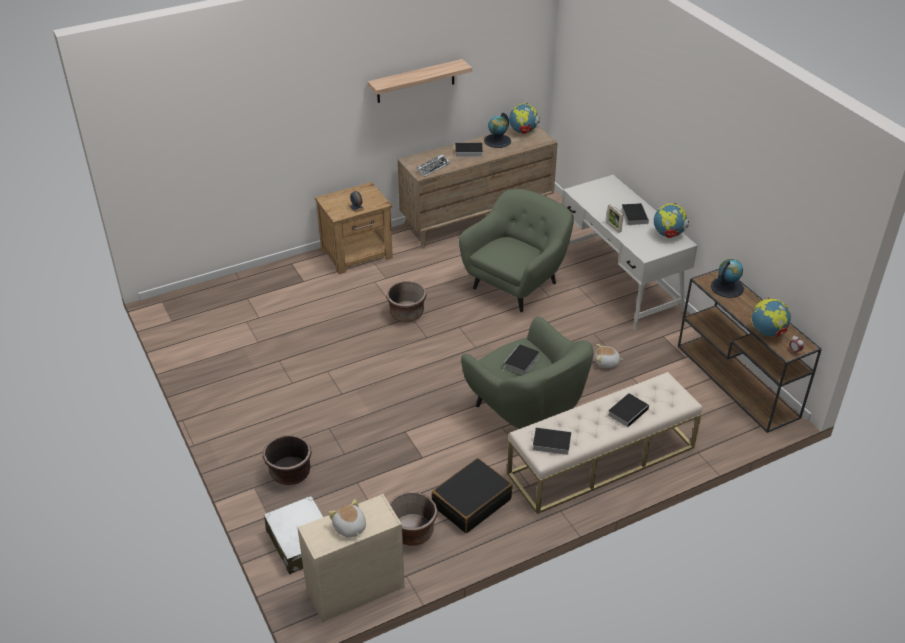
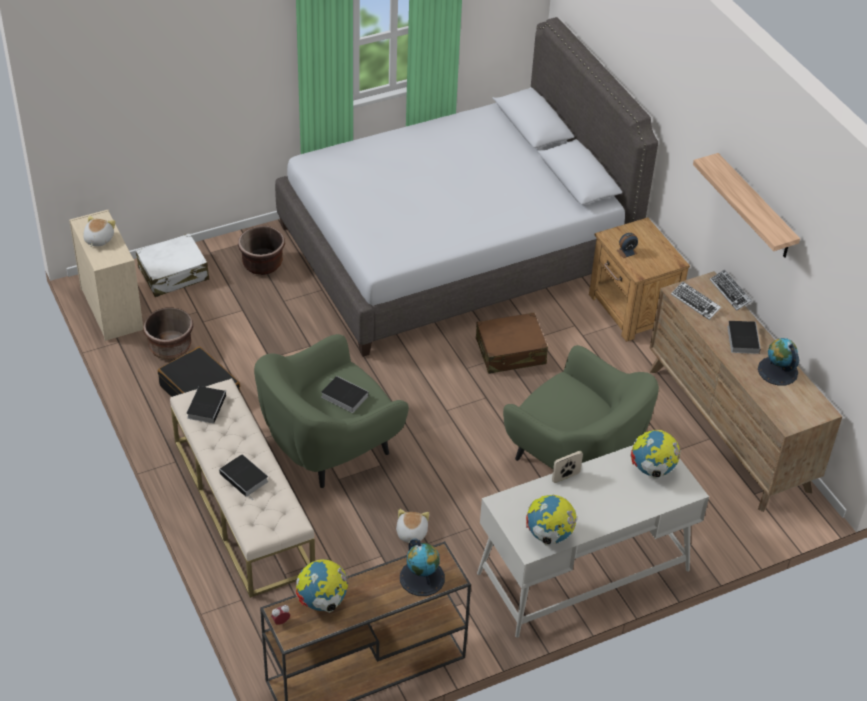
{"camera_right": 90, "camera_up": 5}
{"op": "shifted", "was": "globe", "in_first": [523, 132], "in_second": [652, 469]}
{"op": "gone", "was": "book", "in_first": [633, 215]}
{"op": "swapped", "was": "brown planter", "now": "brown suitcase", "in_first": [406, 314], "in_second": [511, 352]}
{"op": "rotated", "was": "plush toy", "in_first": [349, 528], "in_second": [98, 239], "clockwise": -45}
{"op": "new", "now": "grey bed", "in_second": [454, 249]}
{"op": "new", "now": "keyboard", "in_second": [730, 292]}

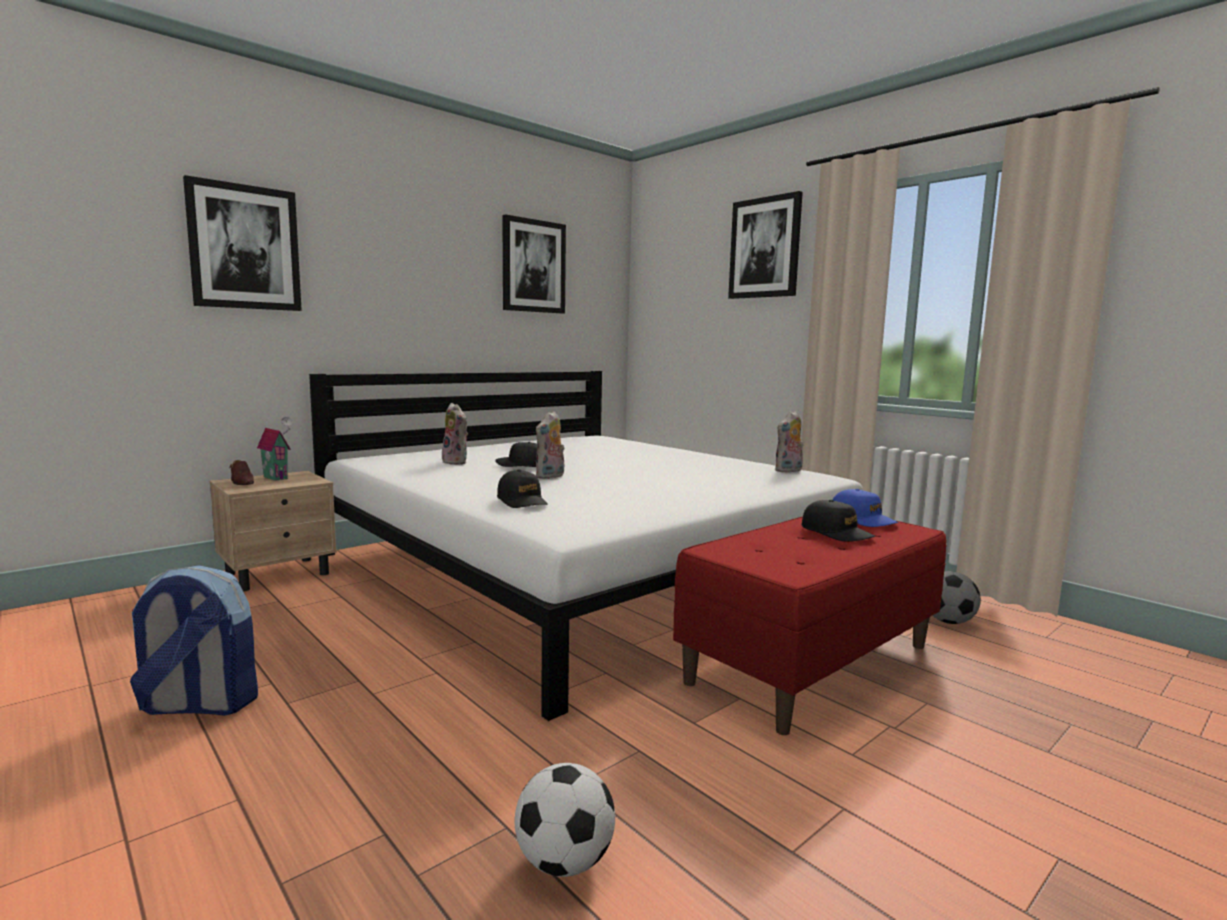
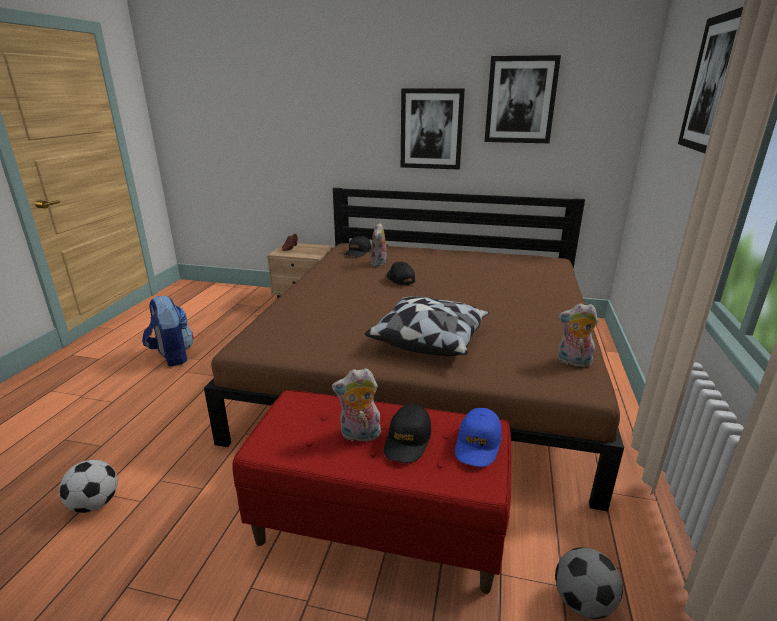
{"camera_right": 55, "camera_up": 15}
{"op": "shifted", "was": "picture", "in_first": [244, 247], "in_second": [431, 129]}
{"op": "repainted", "was": "white bed", "now": "brown bed", "in_first": [582, 568], "in_second": [428, 366]}
{"op": "shifted", "was": "plush toy", "in_first": [550, 476], "in_second": [359, 436]}
{"op": "gone", "was": "toy house", "in_first": [277, 477]}
{"op": "shifted", "was": "black cap", "in_first": [522, 501], "in_second": [358, 252]}
{"op": "new", "now": "pillow", "in_second": [429, 339]}

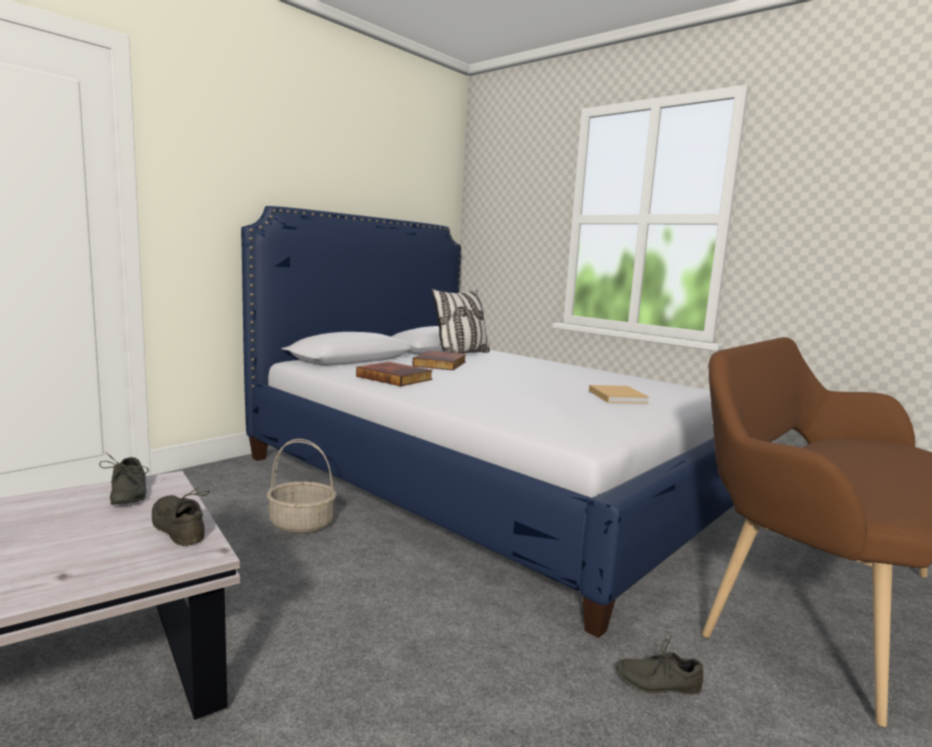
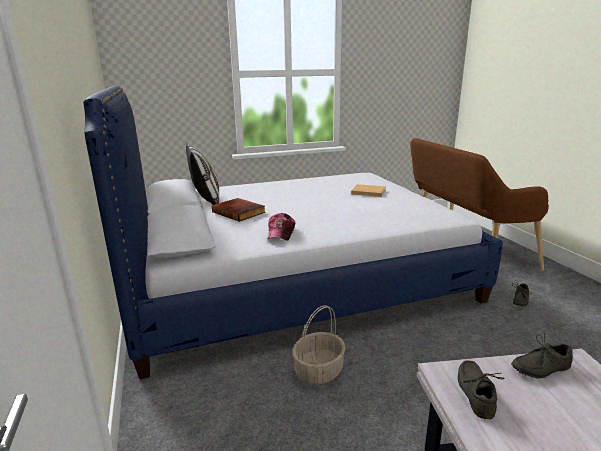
{"camera_right": -60, "camera_up": 10}
{"op": "swapped", "was": "book", "now": "cap", "in_first": [395, 378], "in_second": [281, 233]}
{"op": "rotated", "was": "grey shoe", "in_first": [125, 495], "in_second": [477, 393], "clockwise": -90}

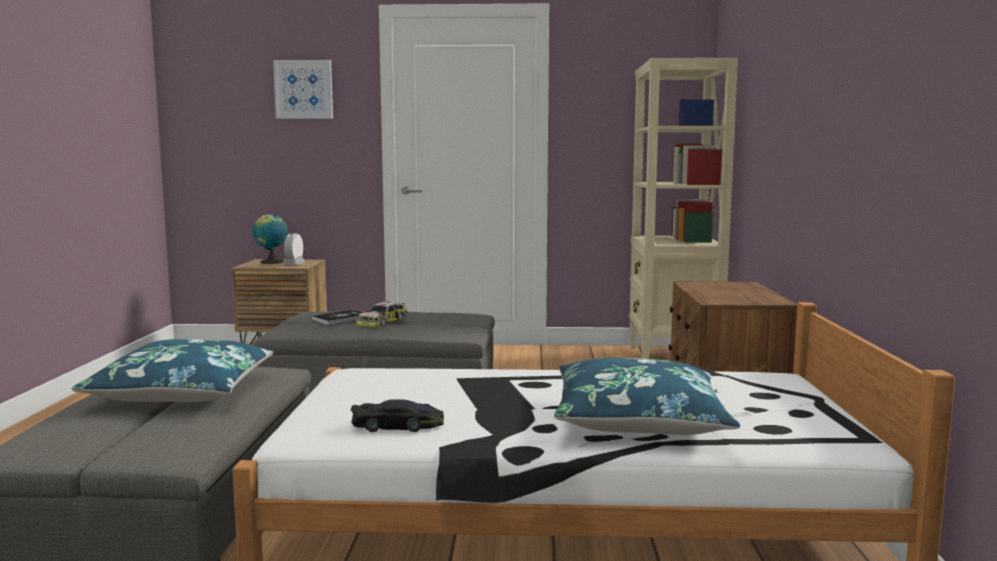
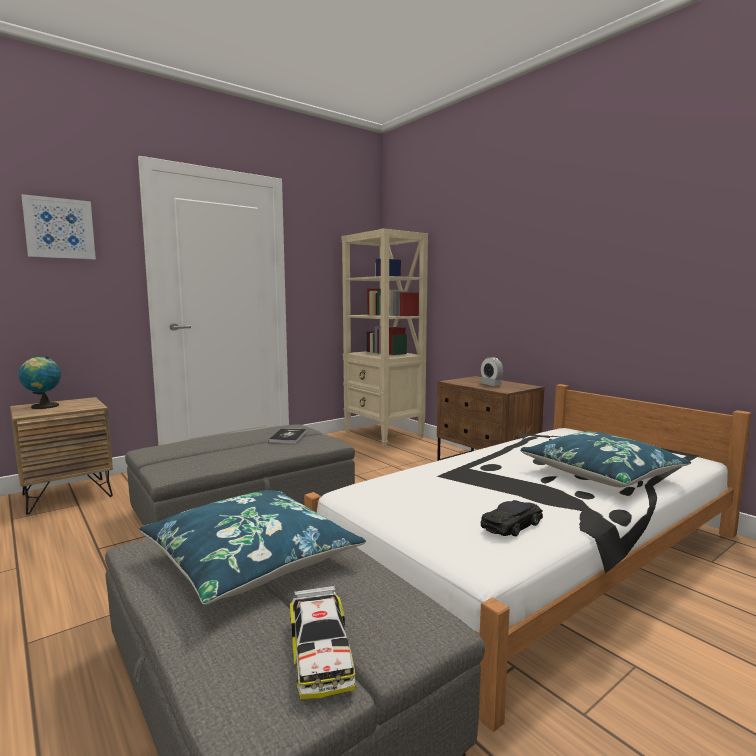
{"camera_right": -40, "camera_up": 0}
{"op": "shifted", "was": "alarm clock", "in_first": [294, 264], "in_second": [491, 384]}
{"op": "shifted", "was": "toy car", "in_first": [381, 322], "in_second": [320, 652]}
{"op": "shifted", "was": "book", "in_first": [341, 318], "in_second": [288, 437]}

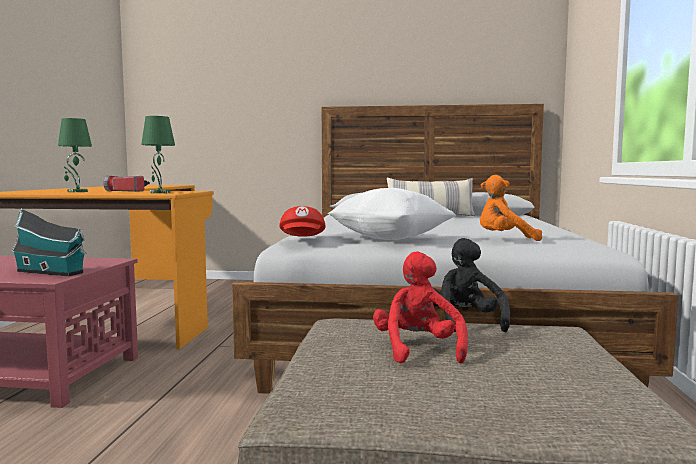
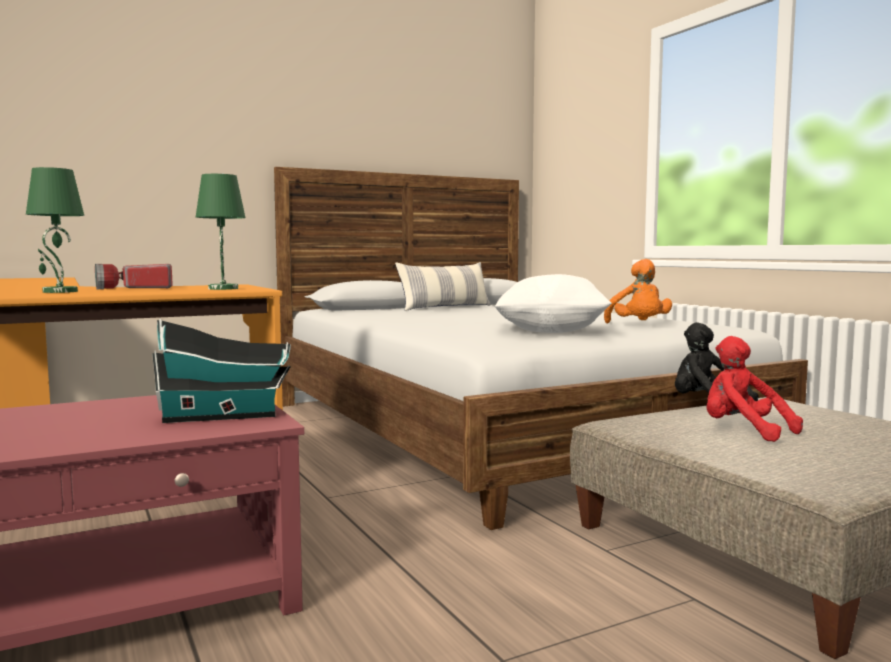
{"camera_right": -35, "camera_up": 0}
{"op": "rotated", "was": "orange plush toy", "in_first": [505, 240], "in_second": [639, 325], "clockwise": -75}
{"op": "gone", "was": "red cap", "in_first": [303, 239]}

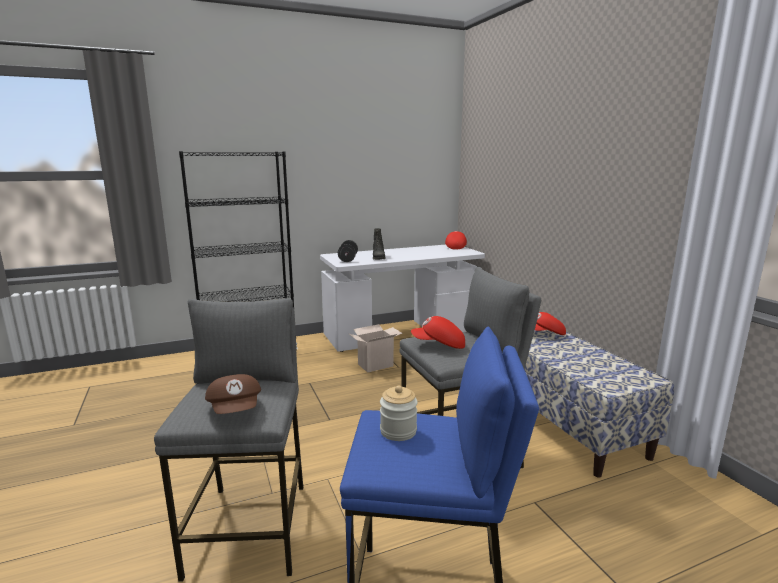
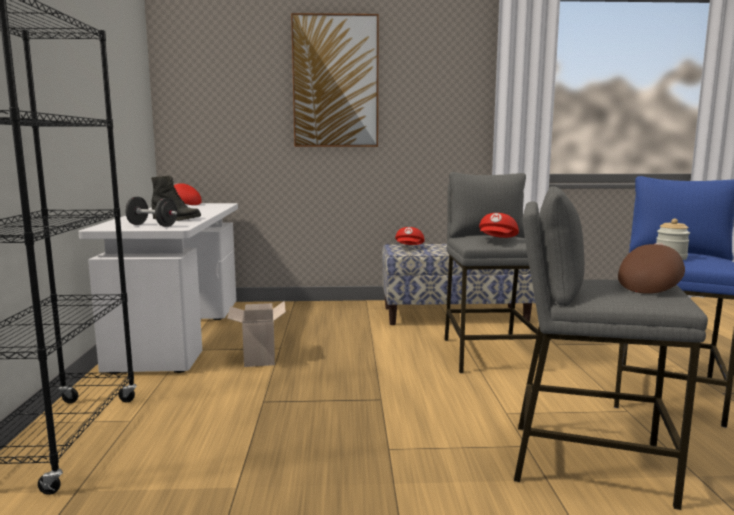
{"camera_right": -70, "camera_up": -5}
{"op": "rotated", "was": "brown cap", "in_first": [236, 410], "in_second": [650, 286], "clockwise": -45}
{"op": "new", "now": "picture", "in_second": [335, 82]}

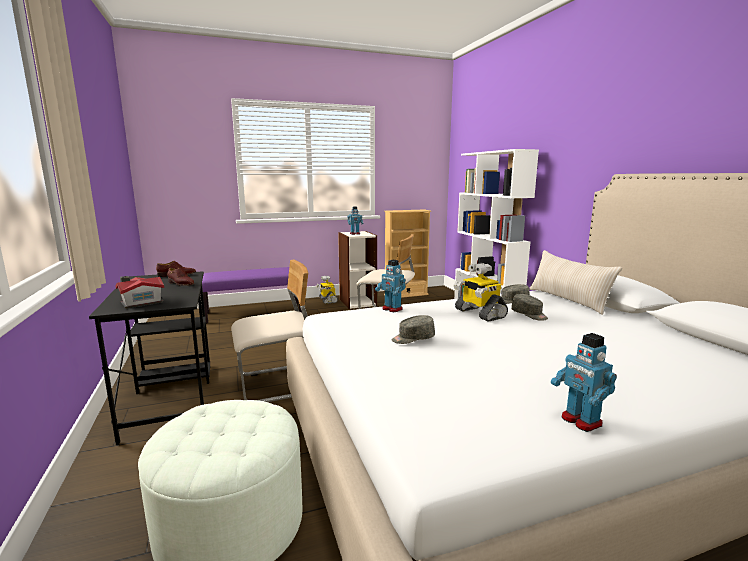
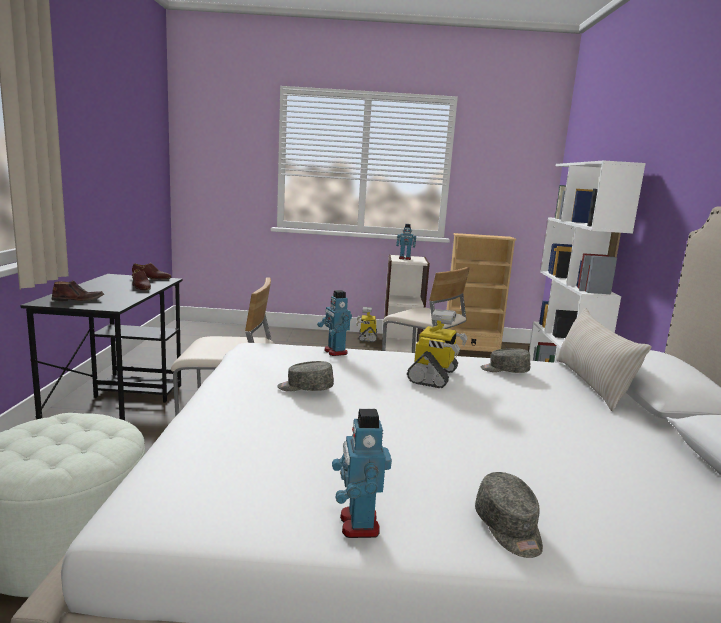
{"camera_right": 20, "camera_up": 0}
{"op": "rotated", "was": "toy robot", "in_first": [479, 313], "in_second": [434, 376], "clockwise": -150}
{"op": "gone", "was": "purple bench", "in_first": [254, 313]}
{"op": "swapped", "was": "toy house", "now": "brown shoe", "in_first": [140, 302], "in_second": [78, 300]}
{"op": "shifted", "was": "grey cap", "in_first": [529, 315], "in_second": [509, 528]}

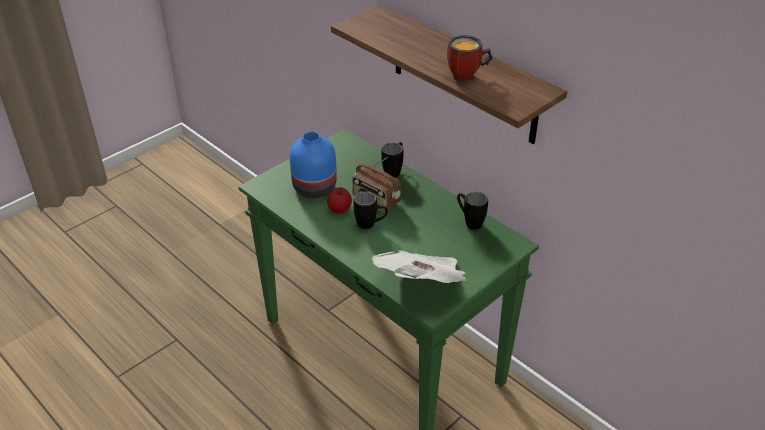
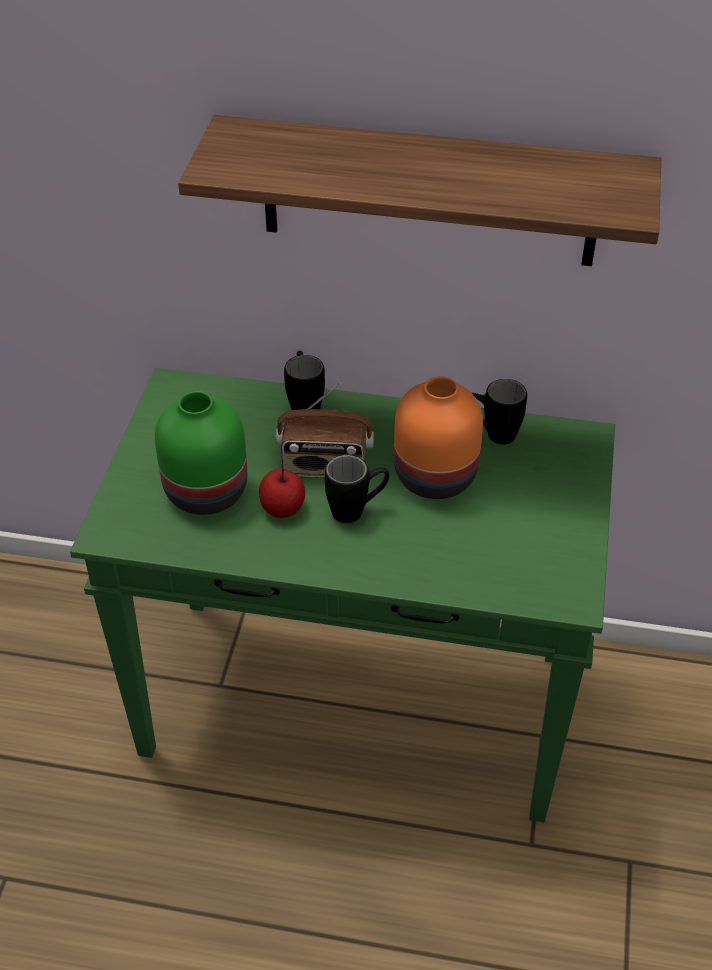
{"camera_right": -35, "camera_up": 5}
{"op": "gone", "was": "mug", "in_first": [468, 76]}
{"op": "repainted", "was": "blue vase", "now": "green vase", "in_first": [315, 187], "in_second": [207, 489]}
{"op": "gone", "was": "newspaper", "in_first": [422, 284]}
{"op": "new", "now": "orange vase", "in_second": [437, 476]}

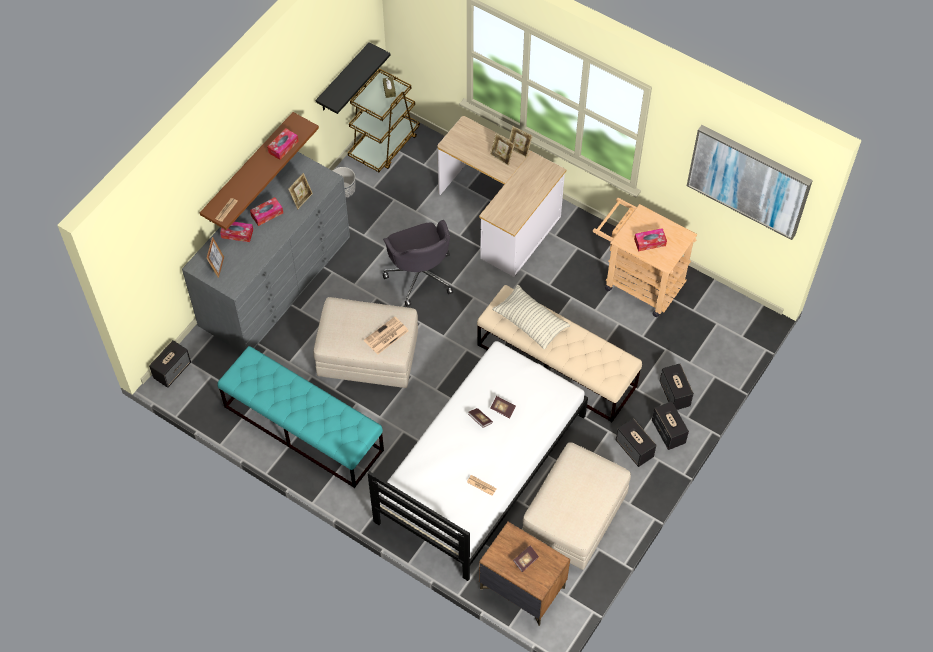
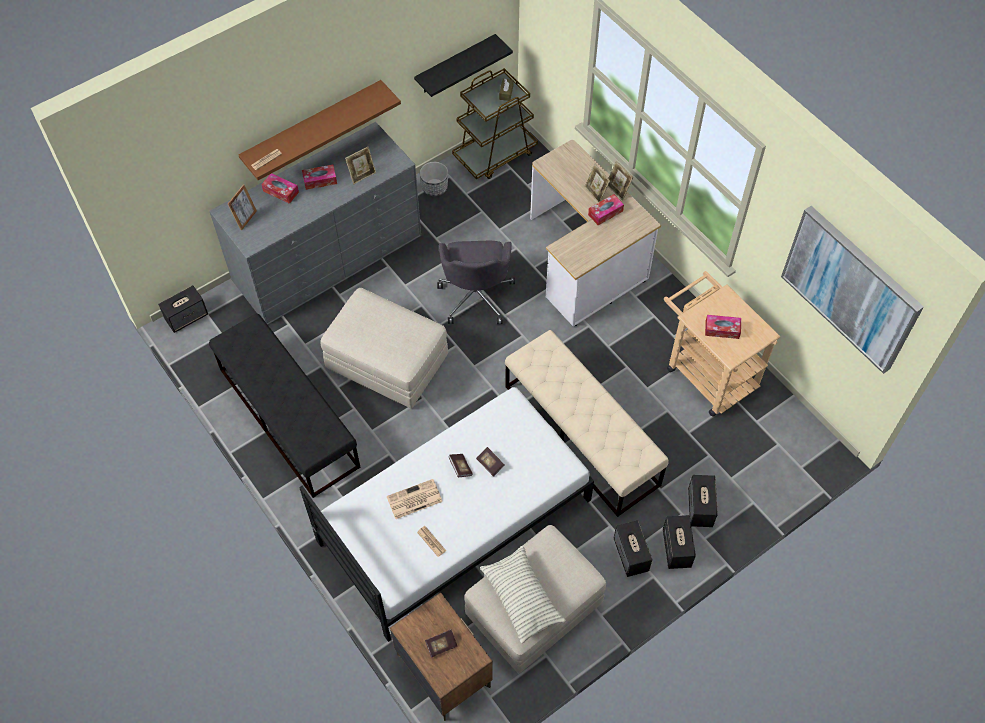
{"camera_right": 20, "camera_up": 0}
{"op": "shifted", "was": "tissue box", "in_first": [283, 147], "in_second": [605, 213]}
{"op": "shifted", "was": "pillow", "in_first": [530, 322], "in_second": [522, 598]}
{"op": "shifted", "was": "newspaper", "in_first": [386, 336], "in_second": [413, 500]}
{"op": "repainted", "was": "turquoise bench", "now": "black bench", "in_first": [303, 428], "in_second": [288, 417]}

